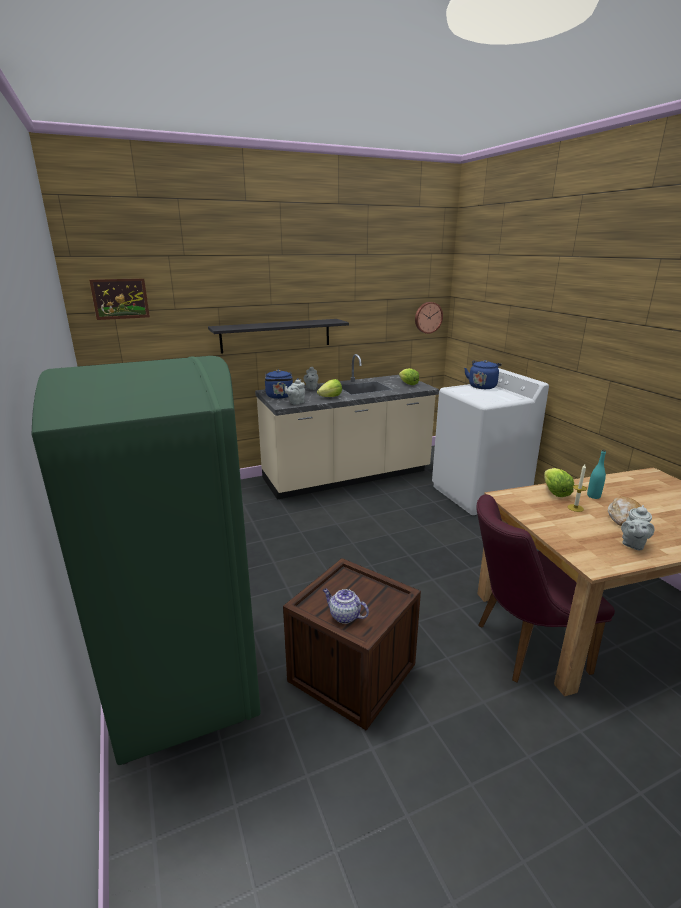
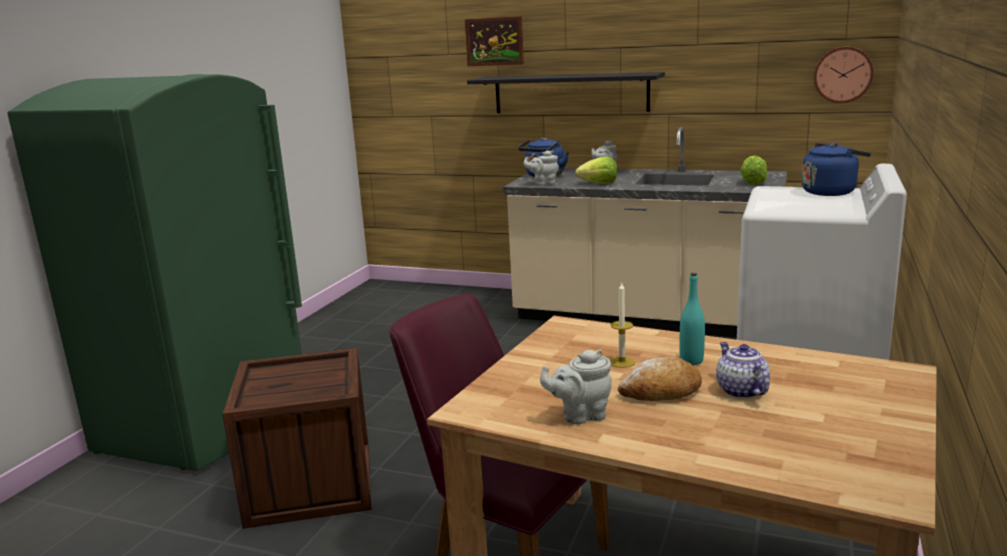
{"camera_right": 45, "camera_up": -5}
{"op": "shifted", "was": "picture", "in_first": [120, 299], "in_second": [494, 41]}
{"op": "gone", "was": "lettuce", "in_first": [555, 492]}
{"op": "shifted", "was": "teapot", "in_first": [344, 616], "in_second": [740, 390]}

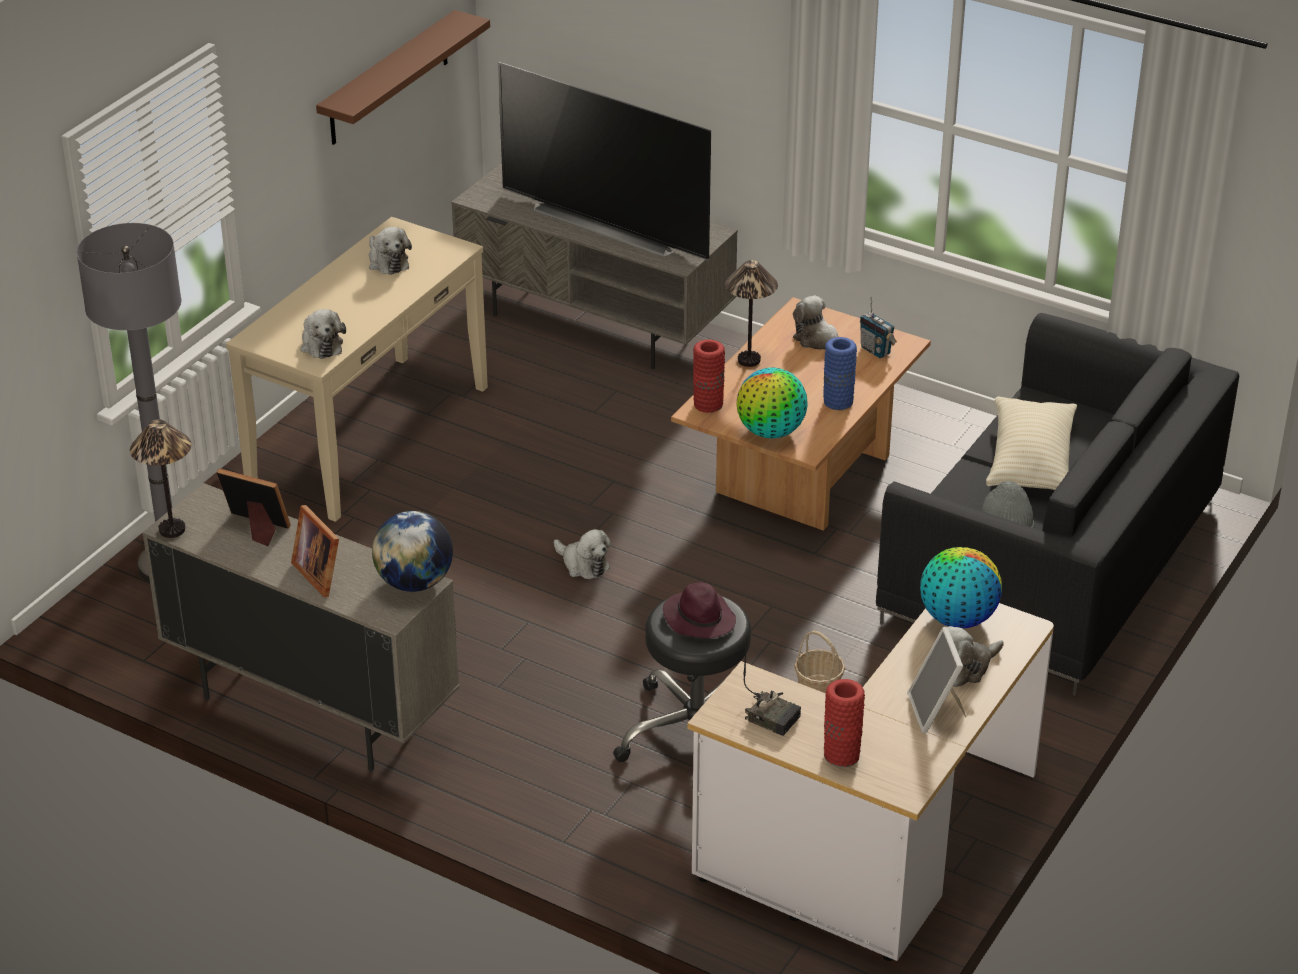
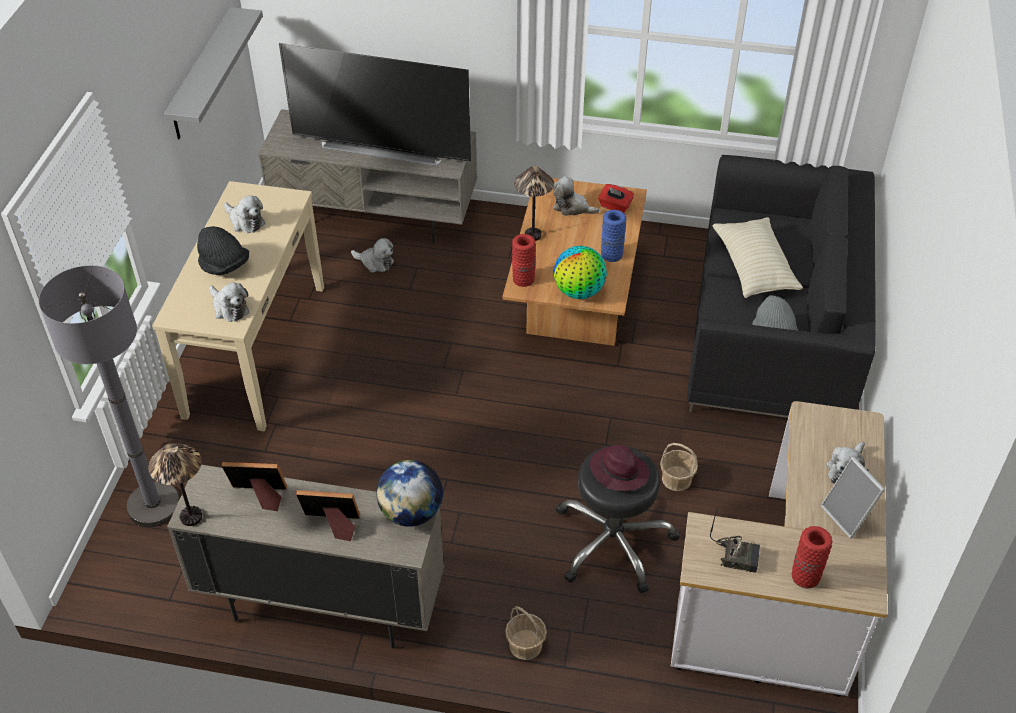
{"camera_right": -20, "camera_up": 10}
{"op": "repainted", "was": "brown shelf", "now": "grey shelf", "in_first": [389, 79], "in_second": [202, 75]}
{"op": "swapped", "was": "radio", "now": "red tissue box", "in_first": [875, 350], "in_second": [615, 206]}
{"op": "rotated", "was": "picture frame", "in_first": [321, 573], "in_second": [333, 525], "clockwise": 150}
{"op": "shifted", "was": "plush toy", "in_first": [583, 564], "in_second": [375, 262]}
{"op": "gone", "was": "globe", "in_first": [957, 618]}
{"op": "new", "now": "black hat", "in_second": [224, 265]}
{"op": "new", "now": "basket", "in_second": [525, 645]}

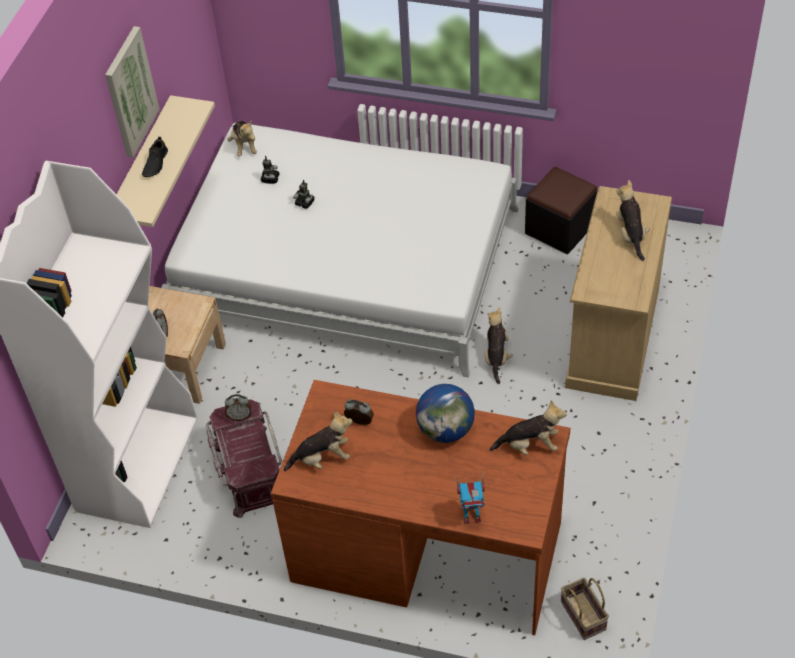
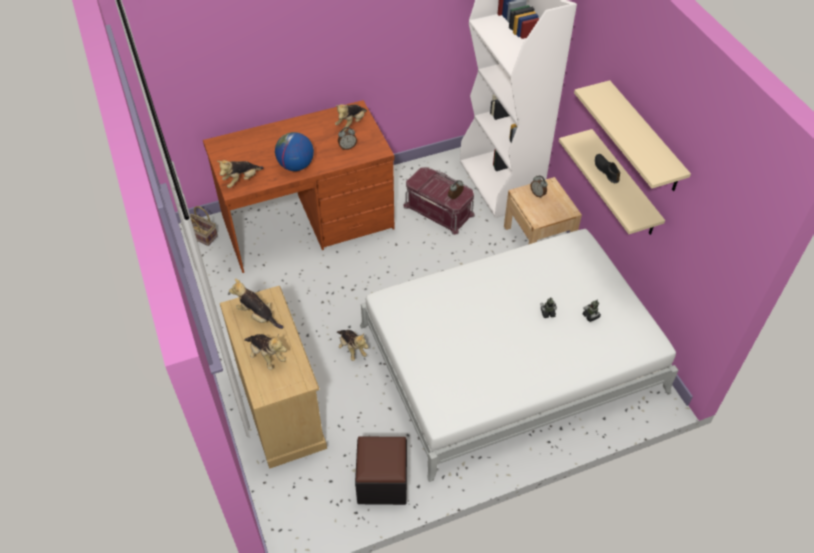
{"camera_right": 140, "camera_up": 0}
{"op": "swapped", "was": "picture", "now": "beige shelf", "in_first": [130, 92], "in_second": [644, 137]}
{"op": "shifted", "was": "plush toy", "in_first": [244, 146], "in_second": [258, 316]}
{"op": "gone", "was": "toy robot", "in_first": [471, 516]}

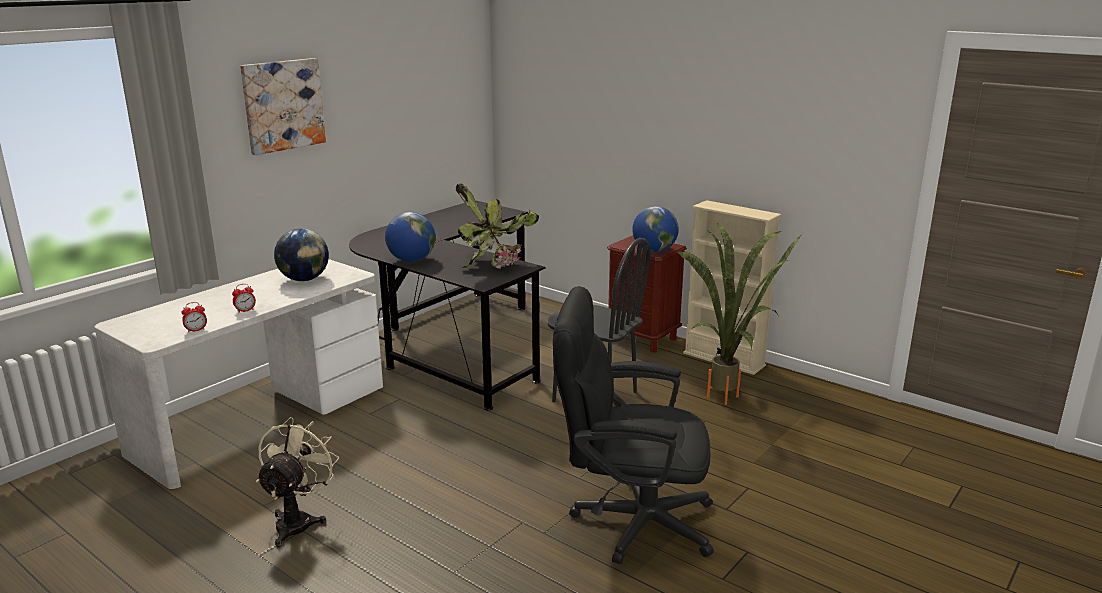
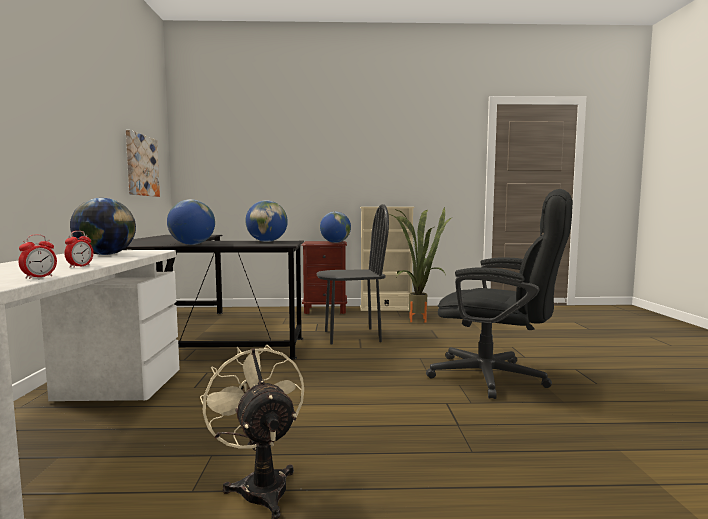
{"camera_right": -40, "camera_up": -15}
{"op": "shifted", "was": "picture", "in_first": [283, 105], "in_second": [141, 165]}
{"op": "swapped", "was": "potted plant", "now": "globe", "in_first": [496, 264], "in_second": [267, 241]}
{"op": "rotated", "was": "black office chair", "in_first": [629, 520], "in_second": [498, 378], "clockwise": -120}

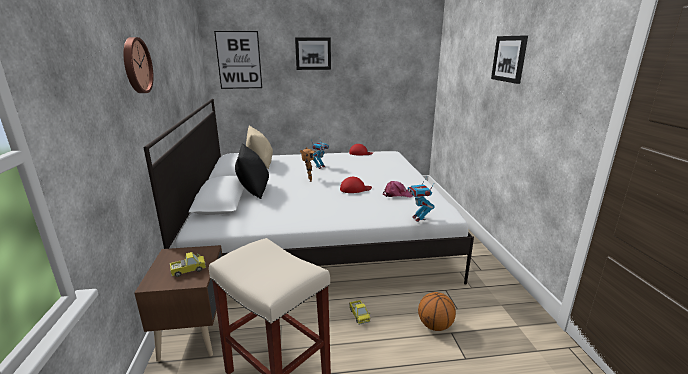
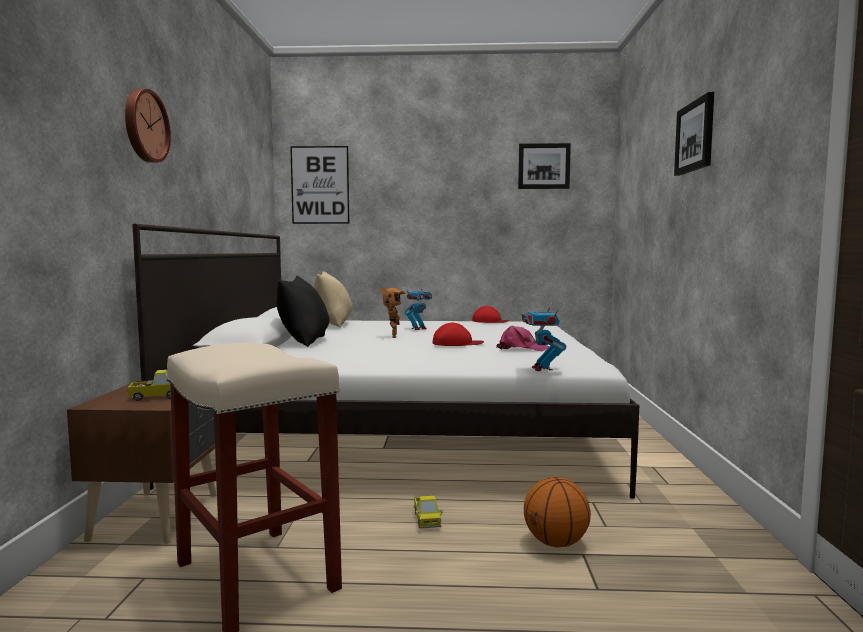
{"camera_right": 10, "camera_up": -15}
{"op": "shifted", "was": "picture", "in_first": [313, 53], "in_second": [543, 166]}

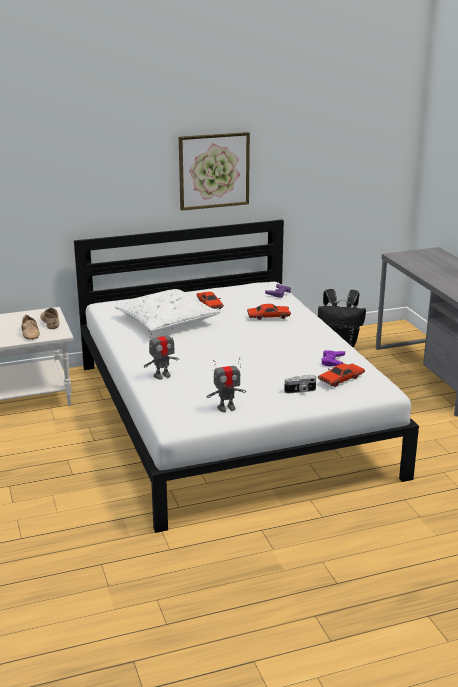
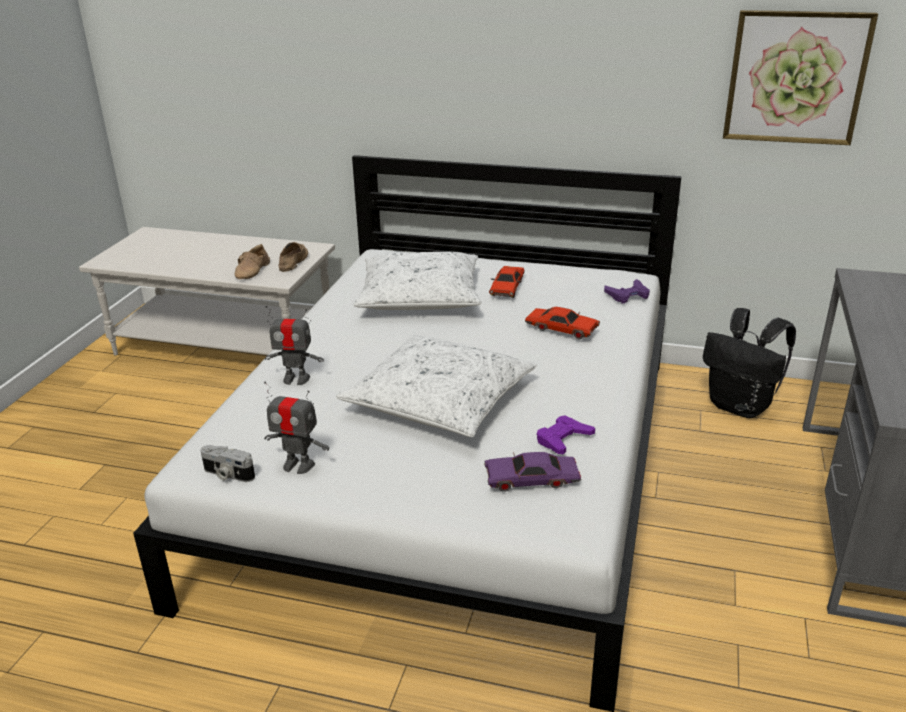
{"camera_right": 35, "camera_up": 5}
{"op": "shifted", "was": "picture", "in_first": [214, 170], "in_second": [795, 77]}
{"op": "repainted", "was": "red toy car", "now": "purple toy car", "in_first": [341, 379], "in_second": [531, 480]}
{"op": "shifted", "was": "photo camera", "in_first": [300, 391], "in_second": [227, 474]}
{"op": "new", "now": "white pillow", "in_second": [439, 400]}

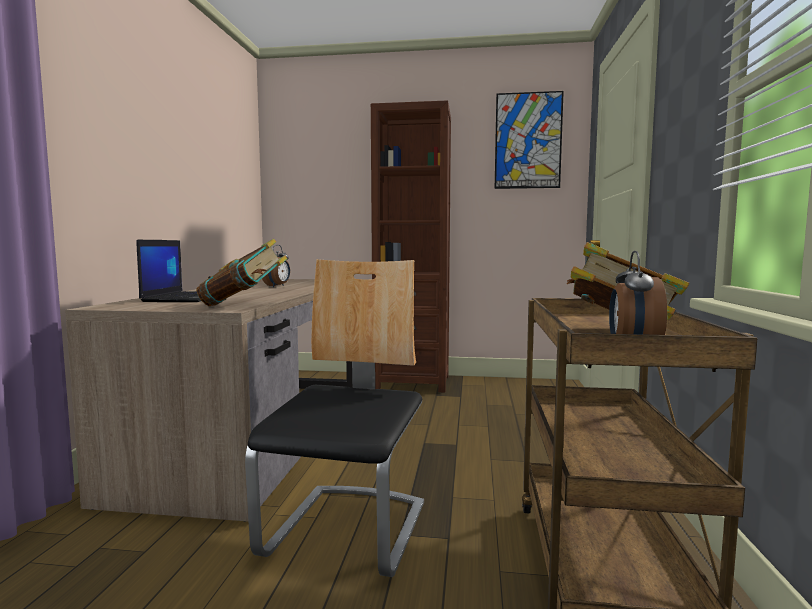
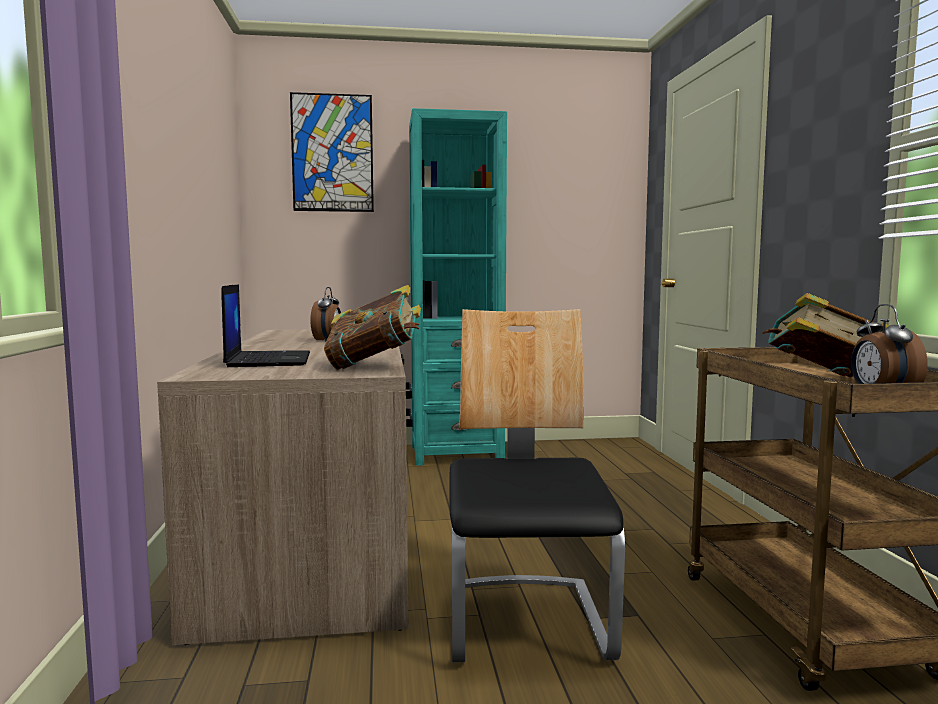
{"camera_right": -15, "camera_up": 0}
{"op": "shifted", "was": "picture", "in_first": [528, 141], "in_second": [332, 153]}
{"op": "repainted", "was": "brown bookcase", "now": "turquoise bookcase", "in_first": [412, 382], "in_second": [456, 453]}

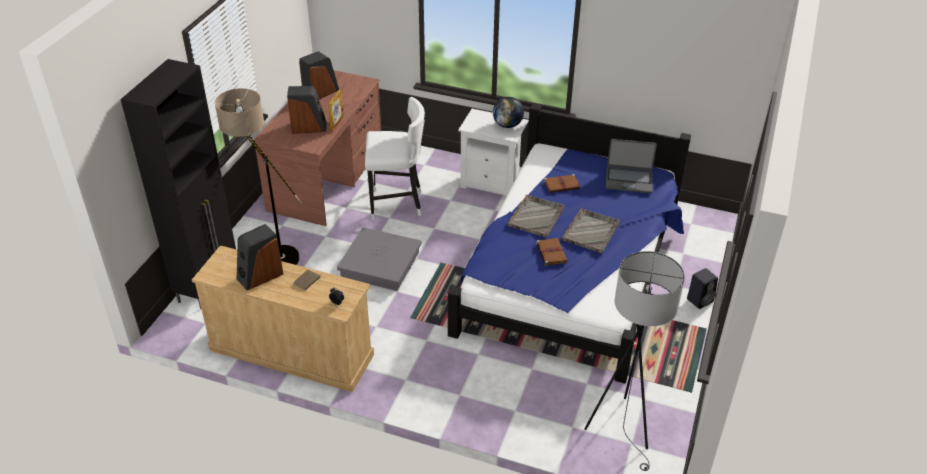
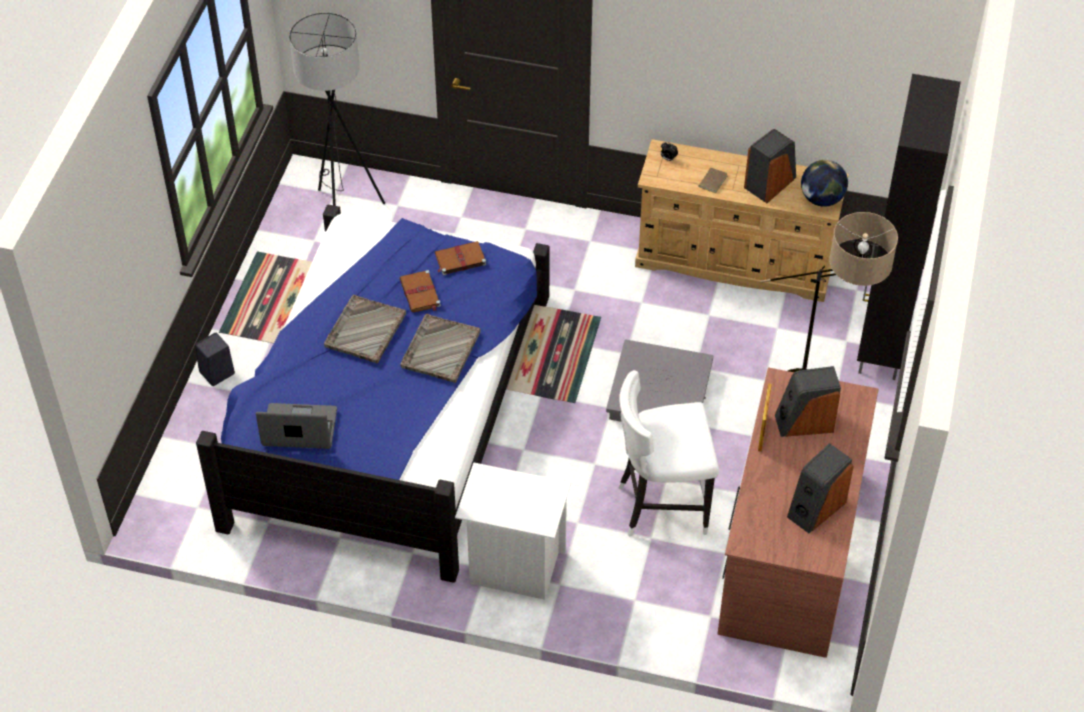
{"camera_right": 175, "camera_up": 10}
{"op": "shifted", "was": "globe", "in_first": [507, 125], "in_second": [822, 199]}
{"op": "shifted", "was": "brown book", "in_first": [562, 185], "in_second": [459, 259]}

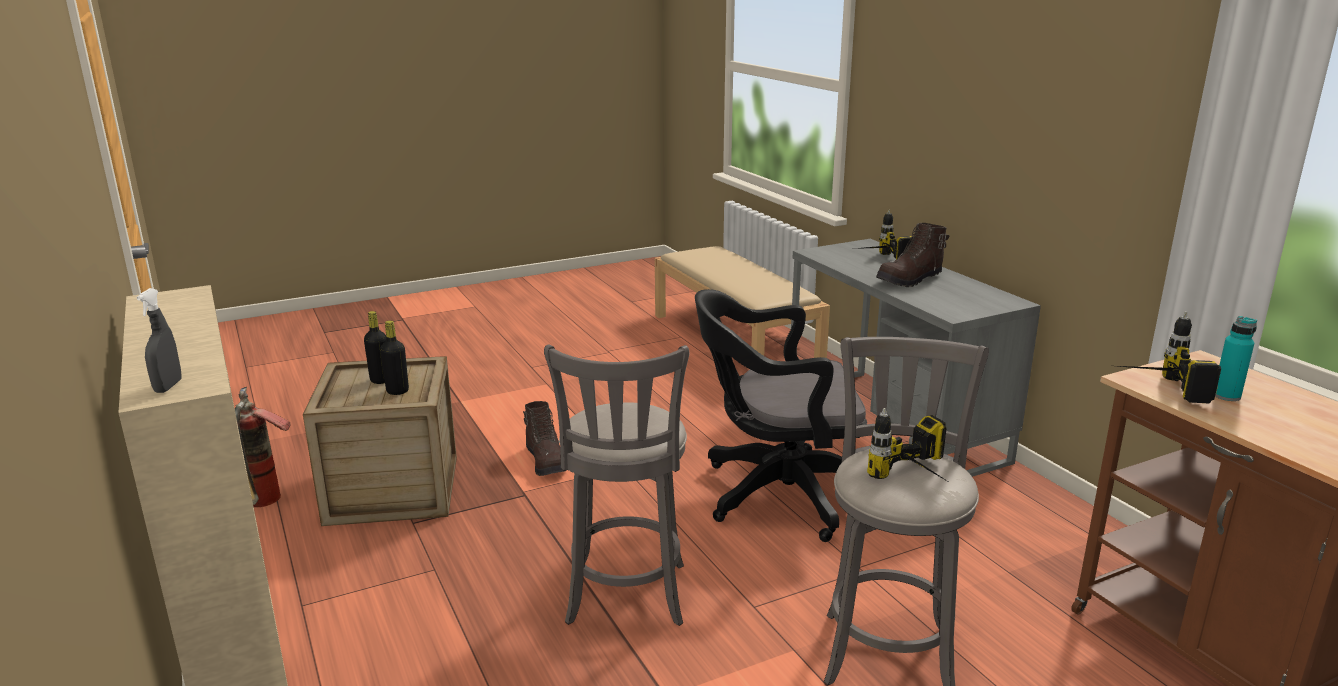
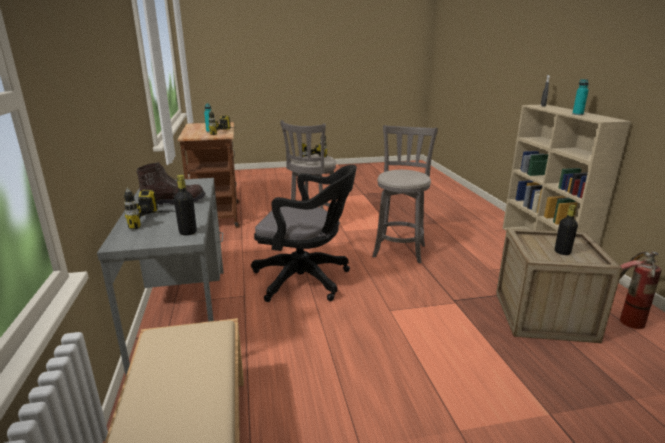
{"camera_right": -165, "camera_up": 0}
{"op": "shifted", "was": "black bottle", "in_first": [397, 391], "in_second": [188, 232]}
{"op": "gone", "was": "brown boot", "in_first": [546, 461]}
{"op": "new", "now": "turquoise bottle", "in_second": [577, 114]}

